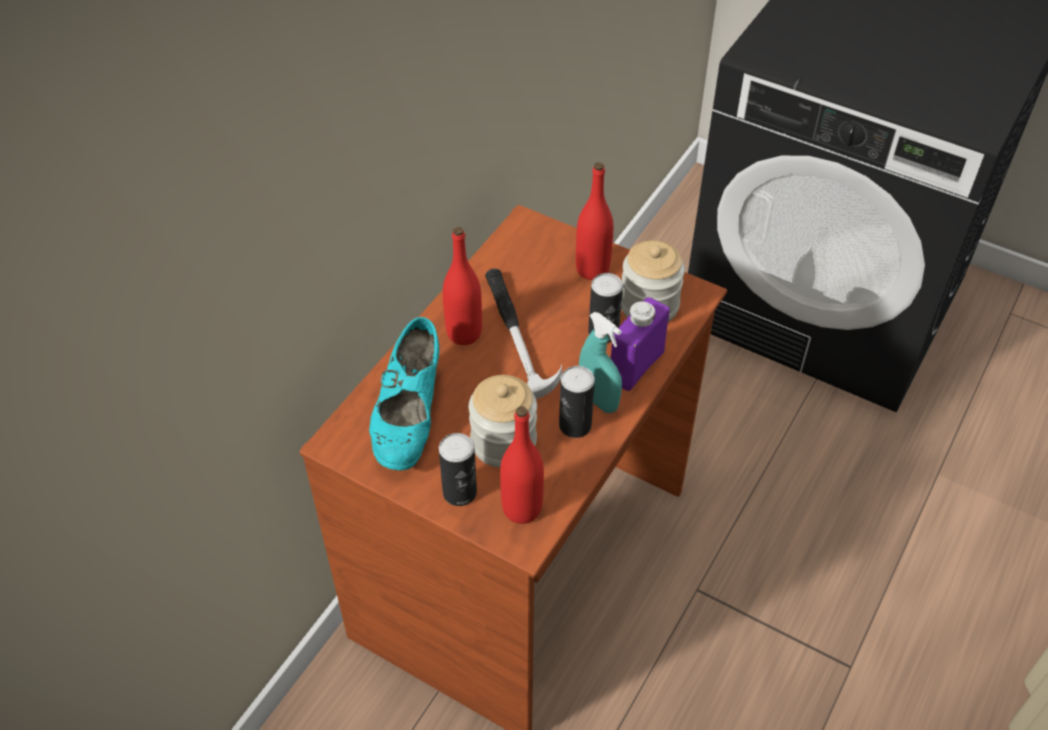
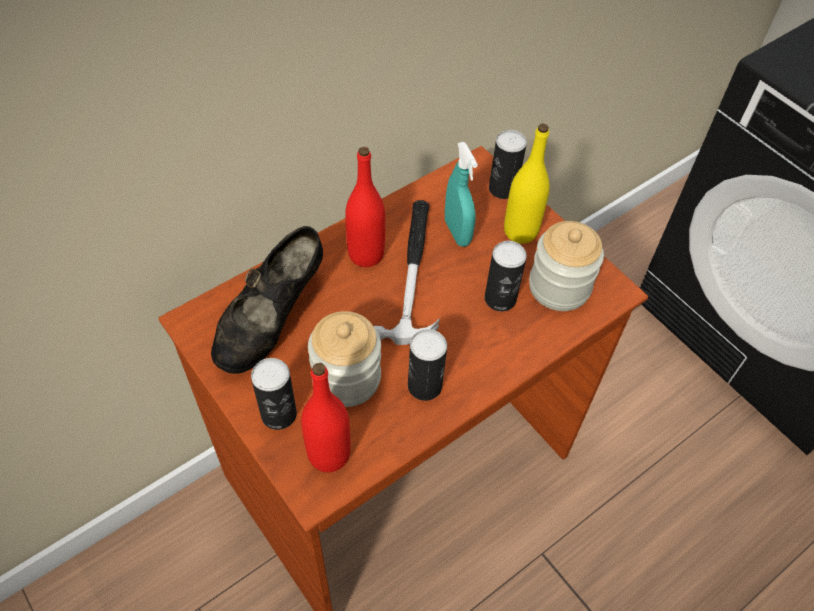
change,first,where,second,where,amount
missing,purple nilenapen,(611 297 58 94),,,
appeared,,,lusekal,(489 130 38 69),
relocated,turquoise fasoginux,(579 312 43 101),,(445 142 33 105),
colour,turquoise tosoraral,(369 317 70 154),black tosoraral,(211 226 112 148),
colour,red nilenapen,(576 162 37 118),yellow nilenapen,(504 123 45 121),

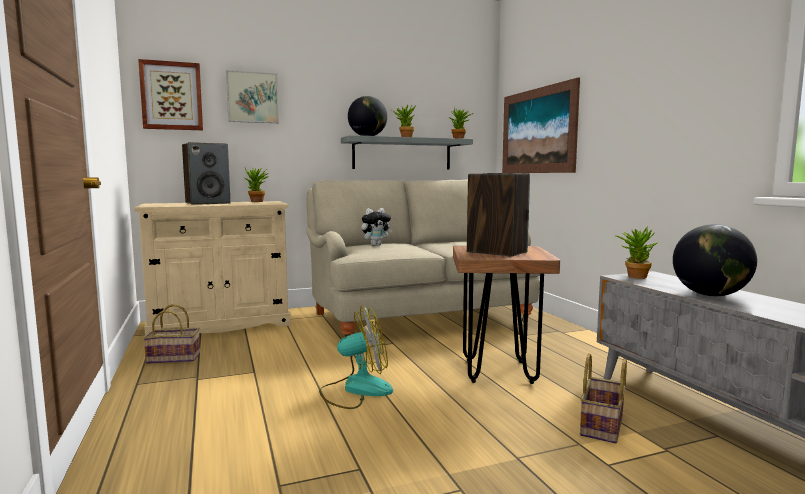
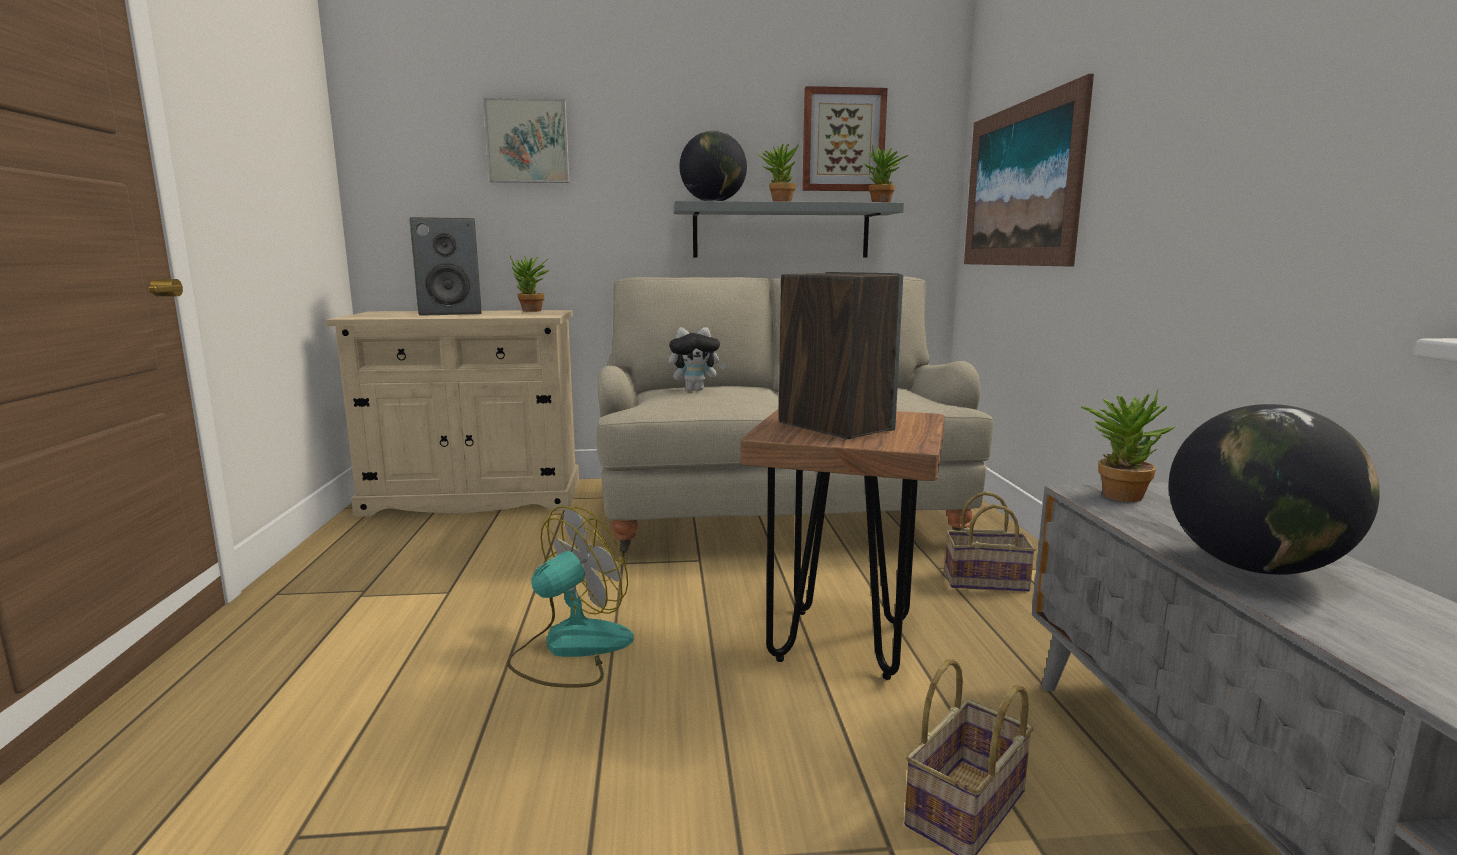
change,first,where,second,where,amount
relocated,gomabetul,(138 59 65 71),,(802 86 86 105),
relocated,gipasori,(143 304 57 60),,(944 492 92 100),
spun,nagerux,(319 306 74 103),,(507 506 127 182),45 degrees counterclockwise

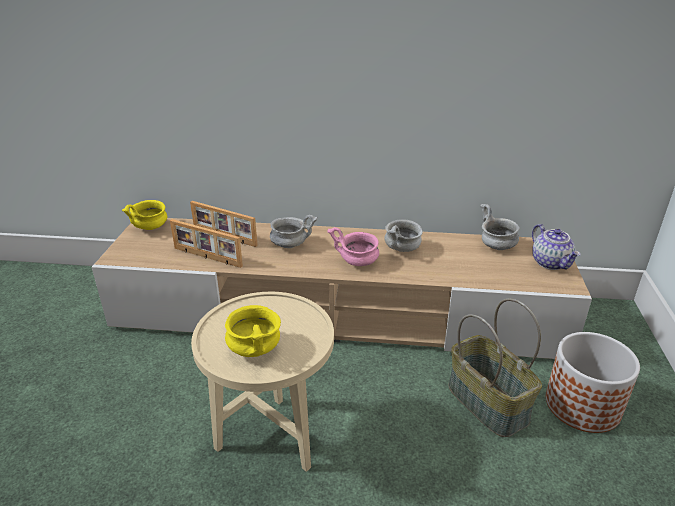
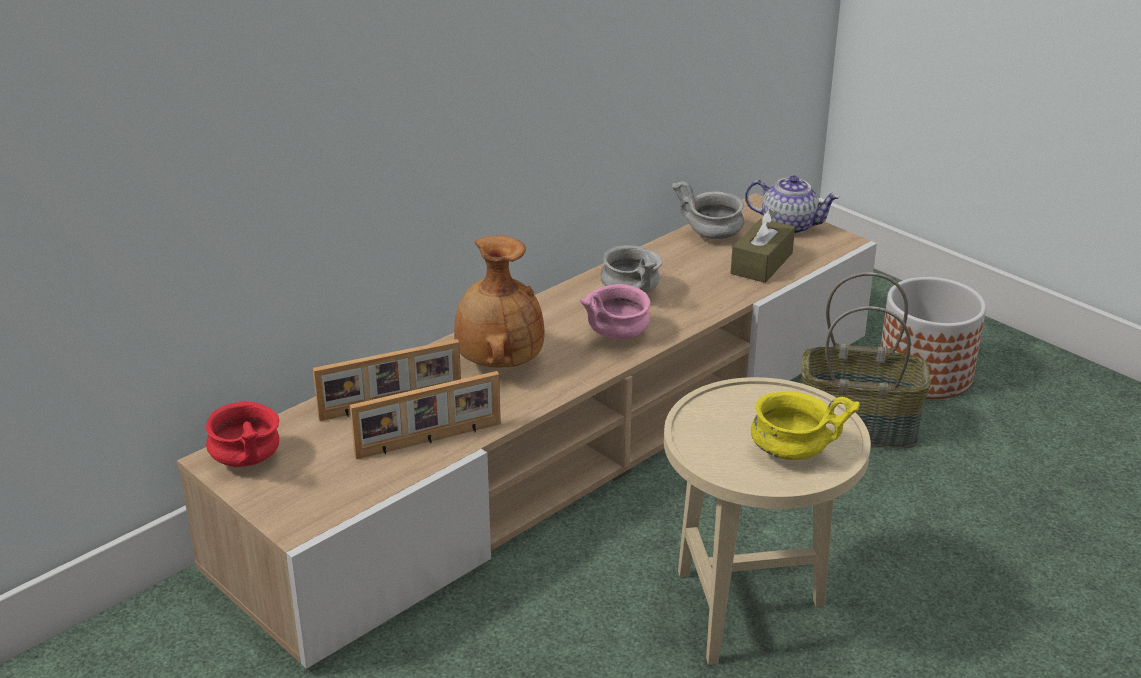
change,first,where,second,where,amount
appeared,,,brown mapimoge,(731 209 64 74),
exchanged,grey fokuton,(270 215 48 33),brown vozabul,(454 235 90 133),
colour,yellow fokuton,(122 200 45 30),red fokuton,(206 402 73 65),

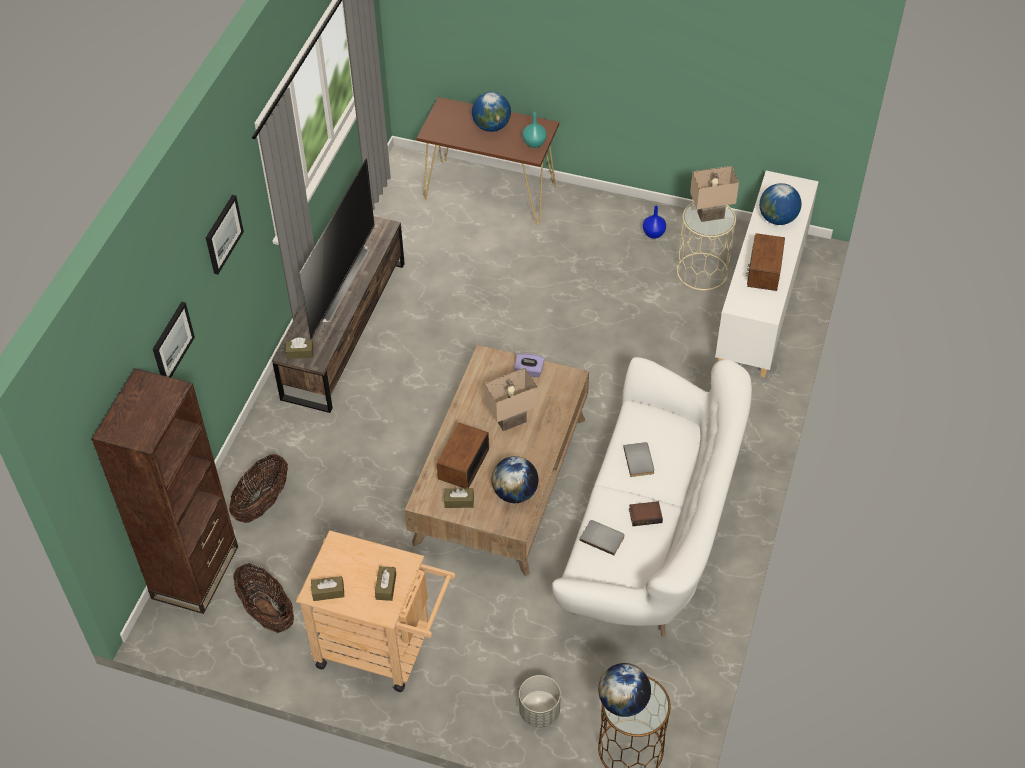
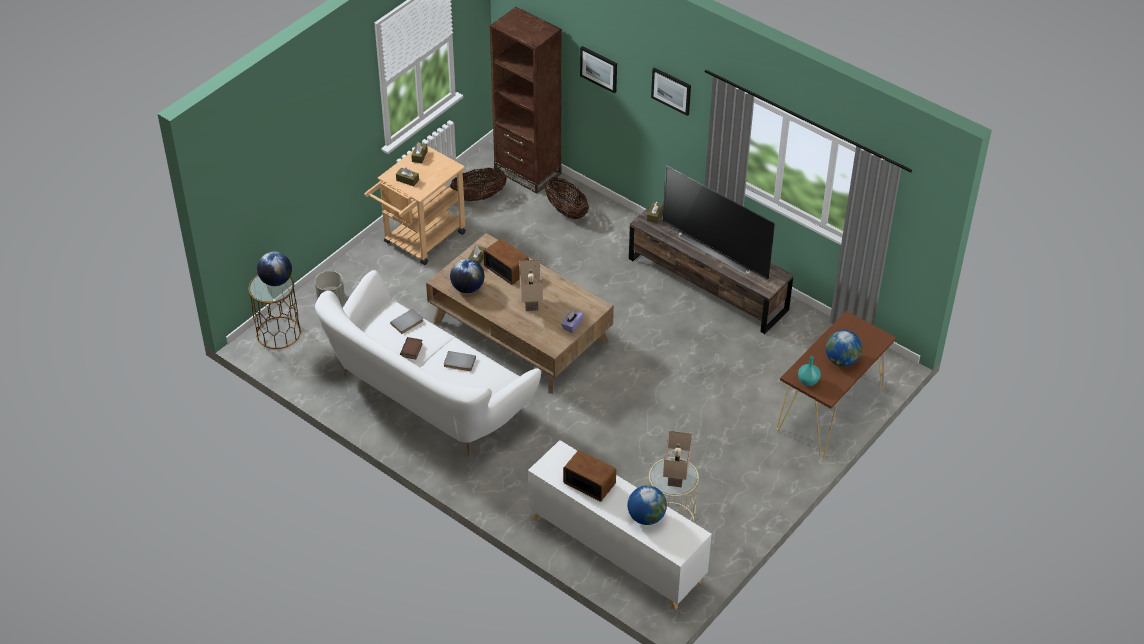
change,first,where,second,where,amount
missing,blue vozabul,(643 206 23 33),,,

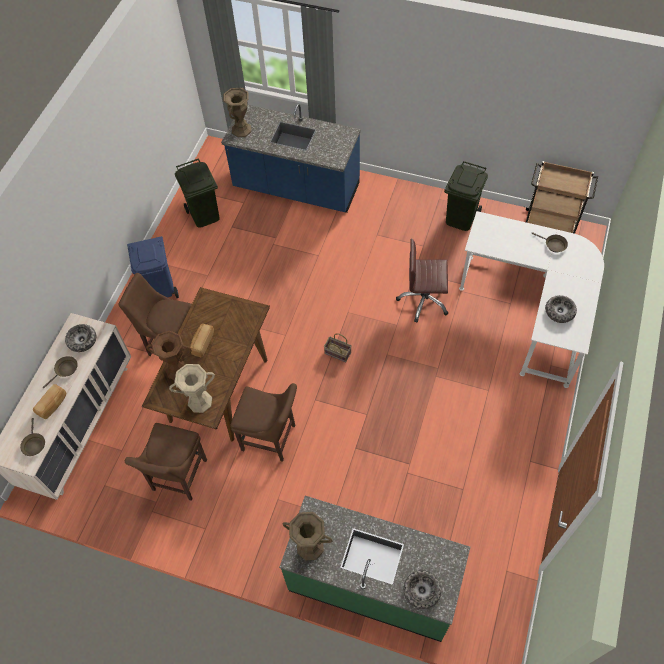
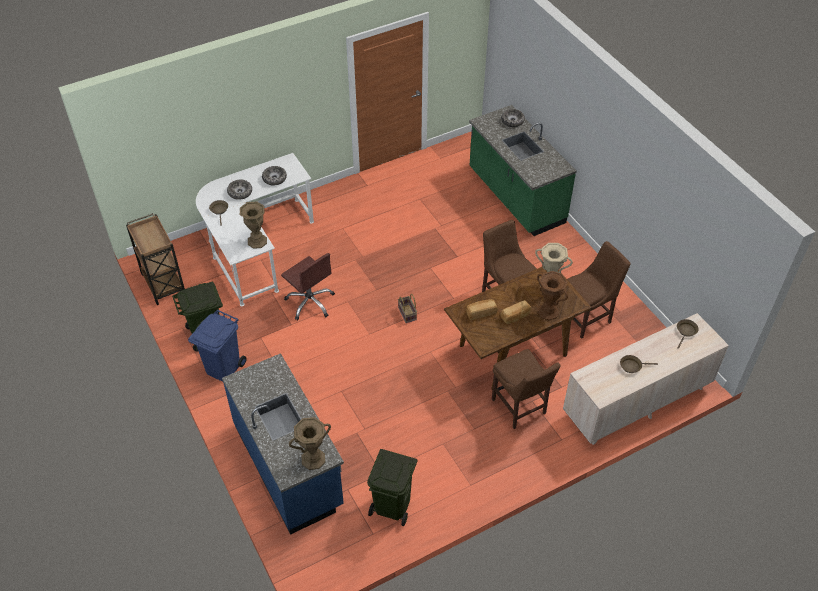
change,first,where,second,where,amount
relocated,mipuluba,(33 384 33 35),,(466 299 32 21),
relocated,fokuton,(65 324 31 28),,(227 179 25 21),
relocated,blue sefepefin,(127 236 52 62),,(188 310 59 71),
relocated,brown vozabul,(283 512 50 49),,(240 202 27 47),

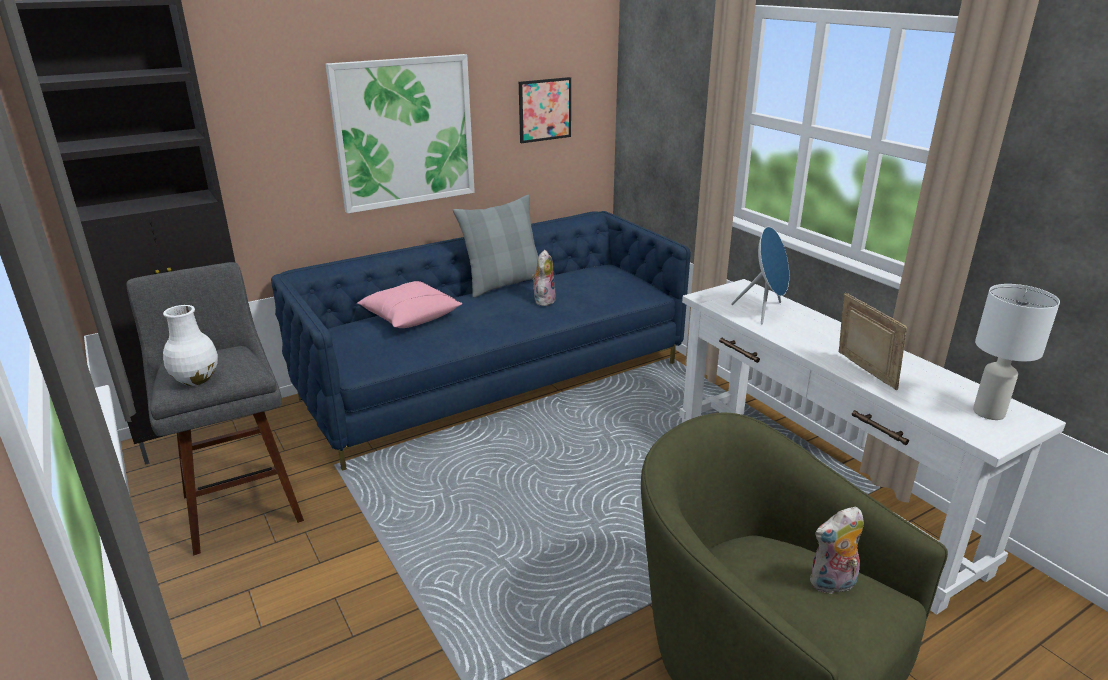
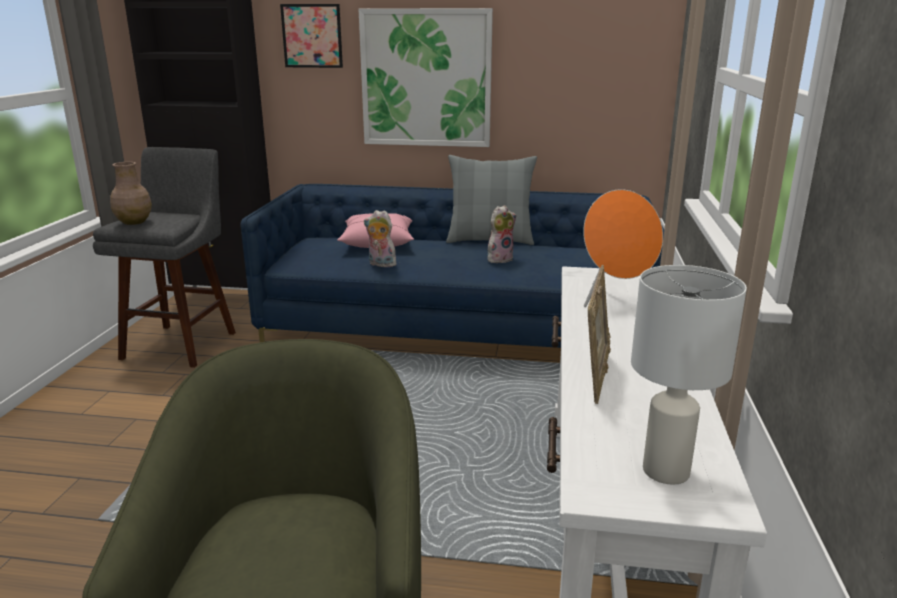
change,first,where,second,where,amount
relocated,gomabetul,(519 77 52 66),,(280 4 63 64),
relocated,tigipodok,(810 507 54 87),,(364 210 33 57),
colour,white vozabul,(163 305 55 81),brown vozabul,(110 162 42 63),
colour,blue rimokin,(731 227 58 98),orange rimokin,(583 189 80 118),

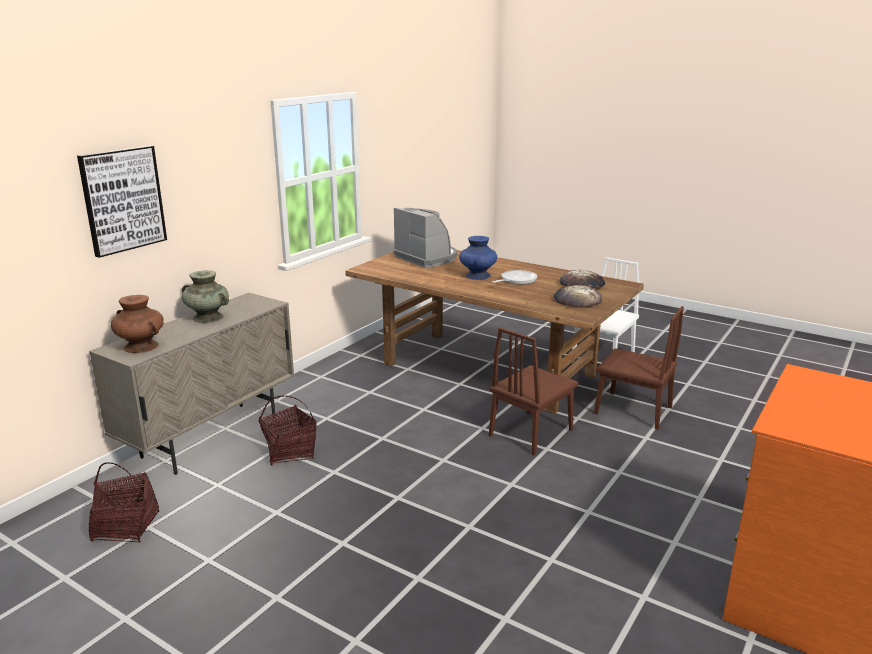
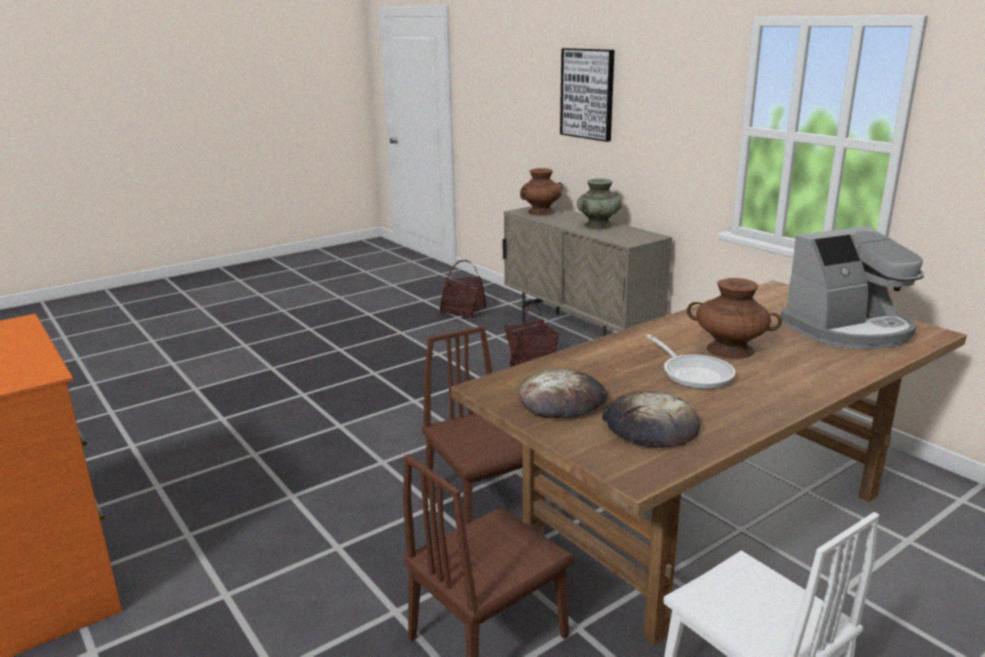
change,first,where,second,where,amount
colour,blue vozabul,(459 236 38 44),brown vozabul,(687 278 95 81),

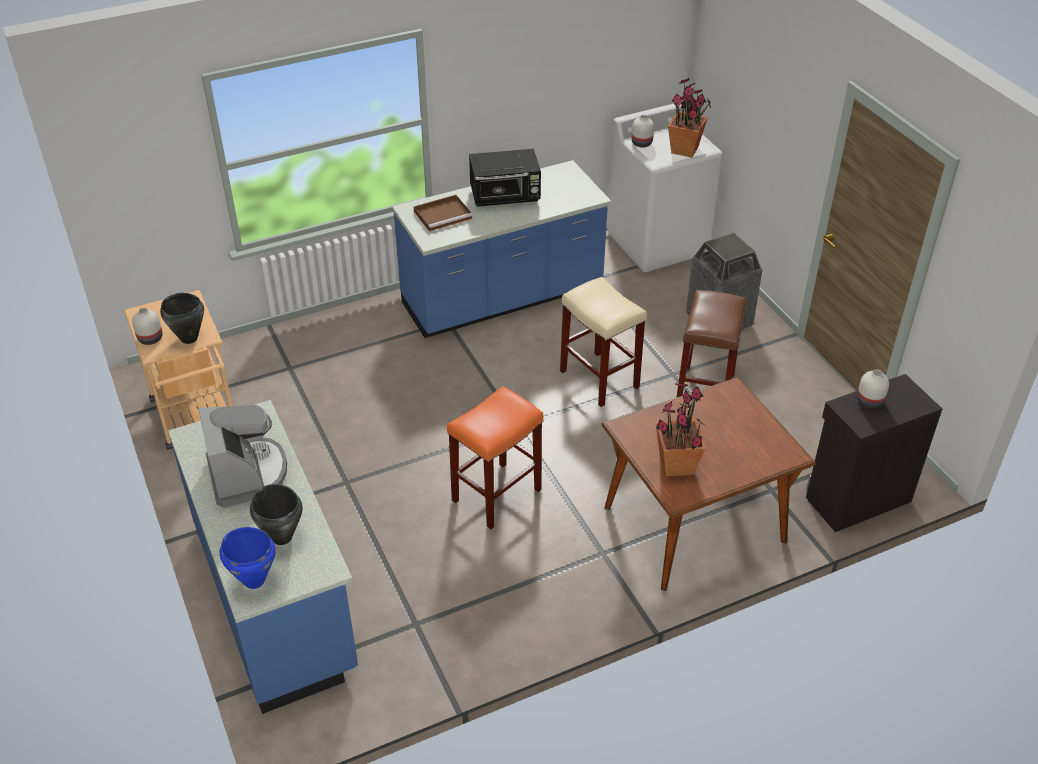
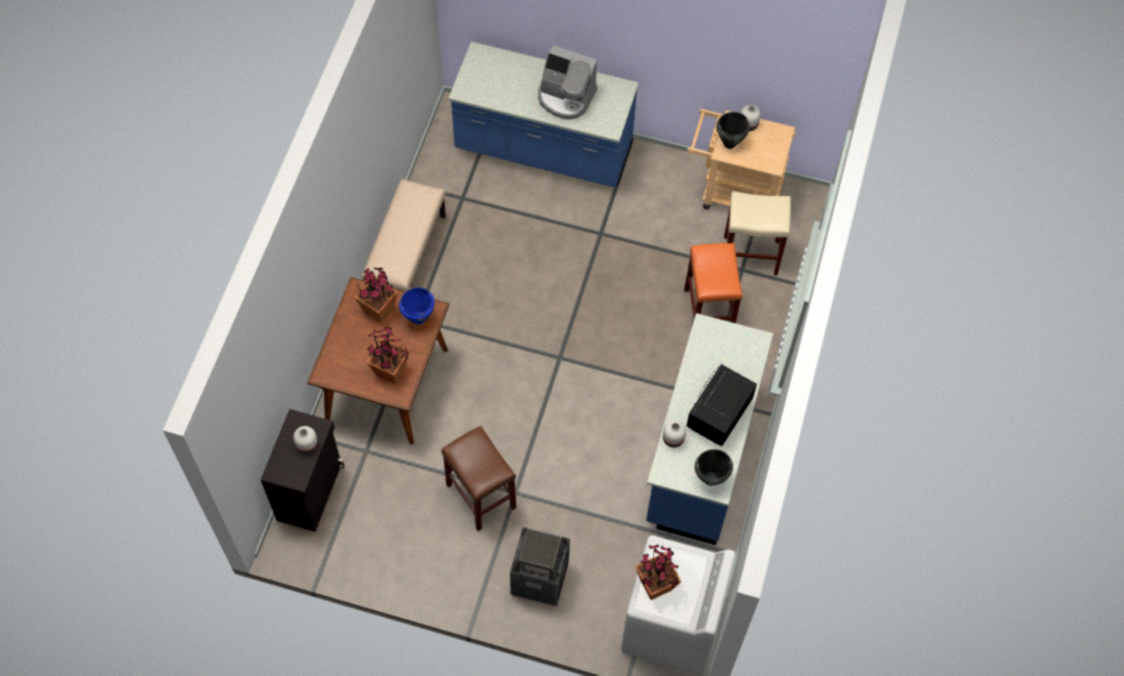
change,first,where,second,where,amount
missing,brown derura,(414 195 58 36),,,
appeared,,,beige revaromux,(362 179 84 113),
appeared,,,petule,(367 326 43 58),
relocated,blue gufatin,(220 527 56 62),,(399 287 36 37),
relocated,black gufatin,(250 484 52 61),,(695 449 38 37),
relocated,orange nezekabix,(447 386 97 143),,(684 243 58 86),
relocated,beige nezekabix,(560 277 87 130),,(724 191 67 84),
relocated,white vozabul,(632 115 22 33),,(663 420 23 28),

